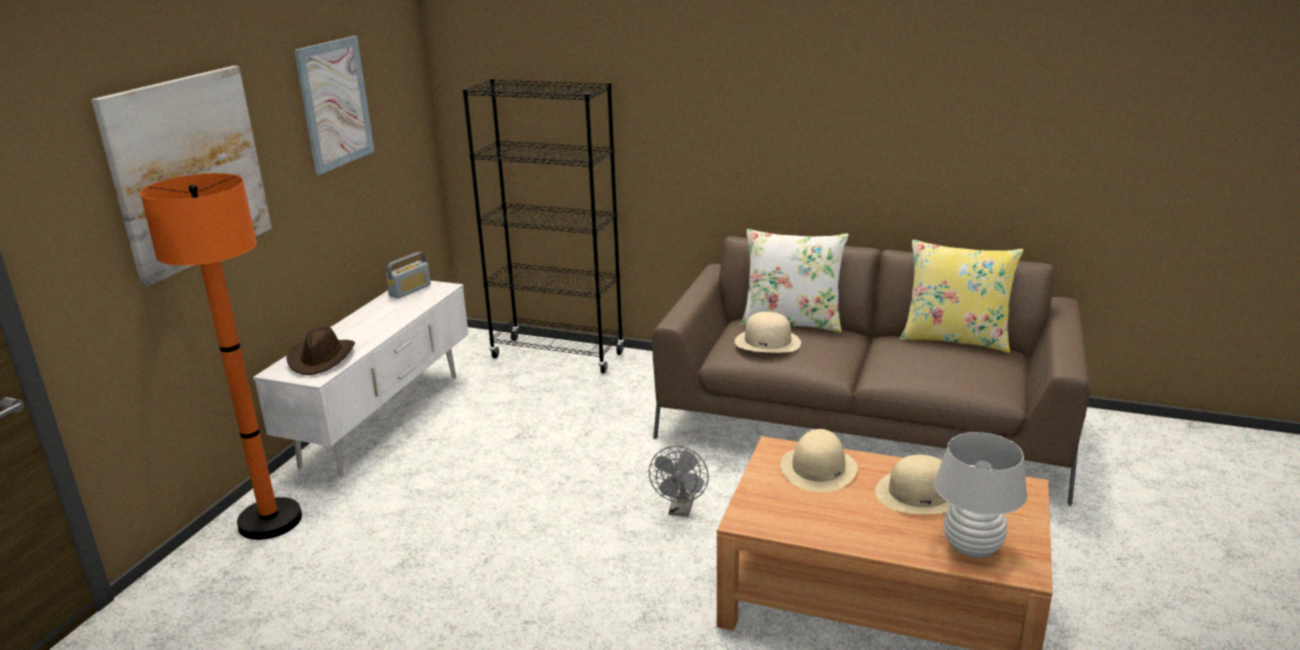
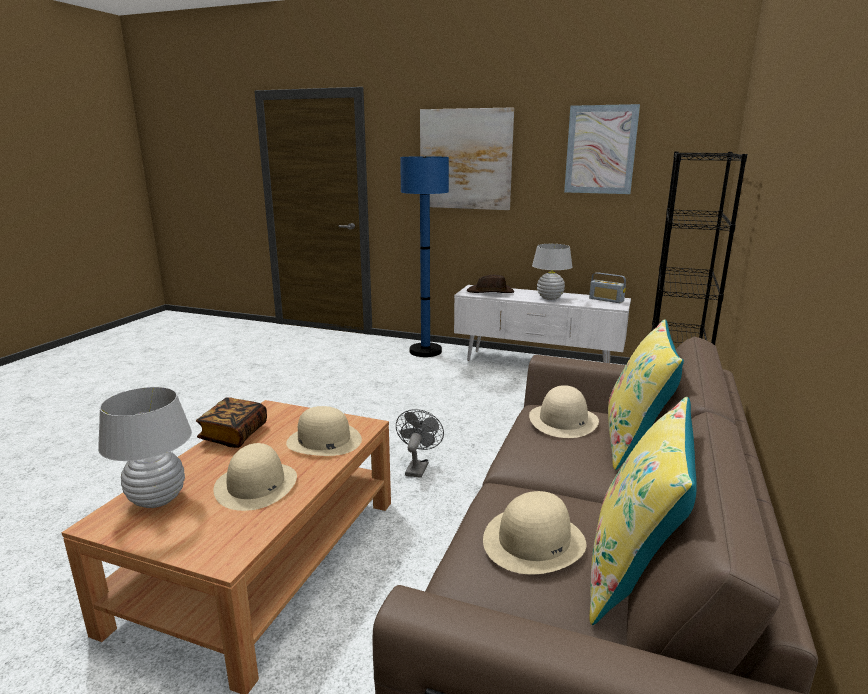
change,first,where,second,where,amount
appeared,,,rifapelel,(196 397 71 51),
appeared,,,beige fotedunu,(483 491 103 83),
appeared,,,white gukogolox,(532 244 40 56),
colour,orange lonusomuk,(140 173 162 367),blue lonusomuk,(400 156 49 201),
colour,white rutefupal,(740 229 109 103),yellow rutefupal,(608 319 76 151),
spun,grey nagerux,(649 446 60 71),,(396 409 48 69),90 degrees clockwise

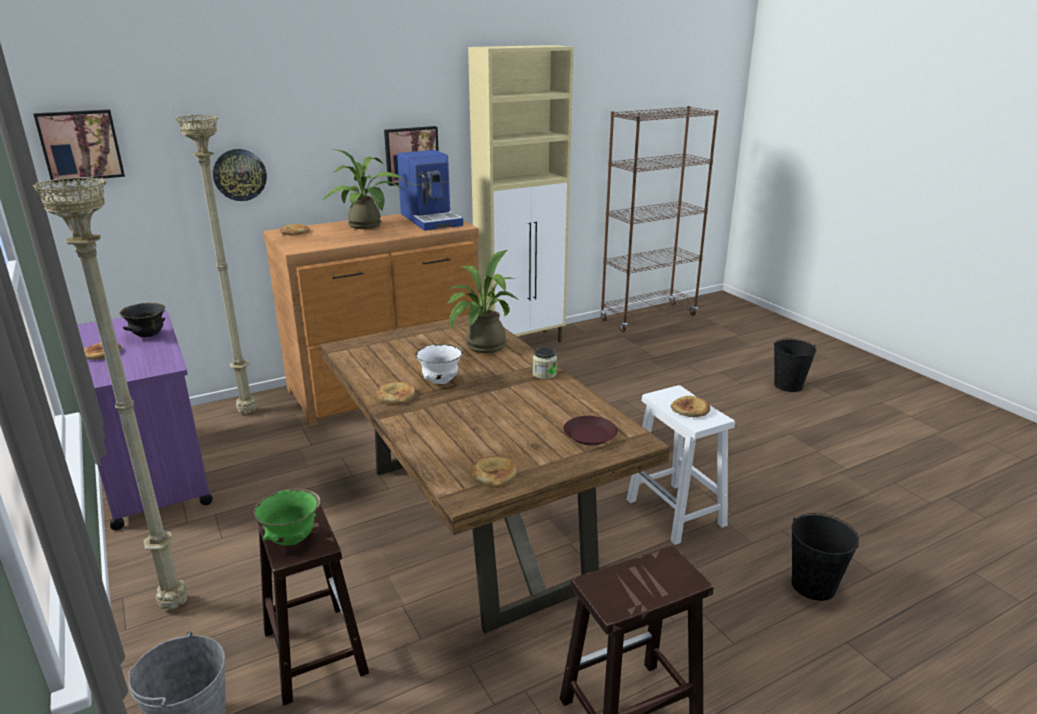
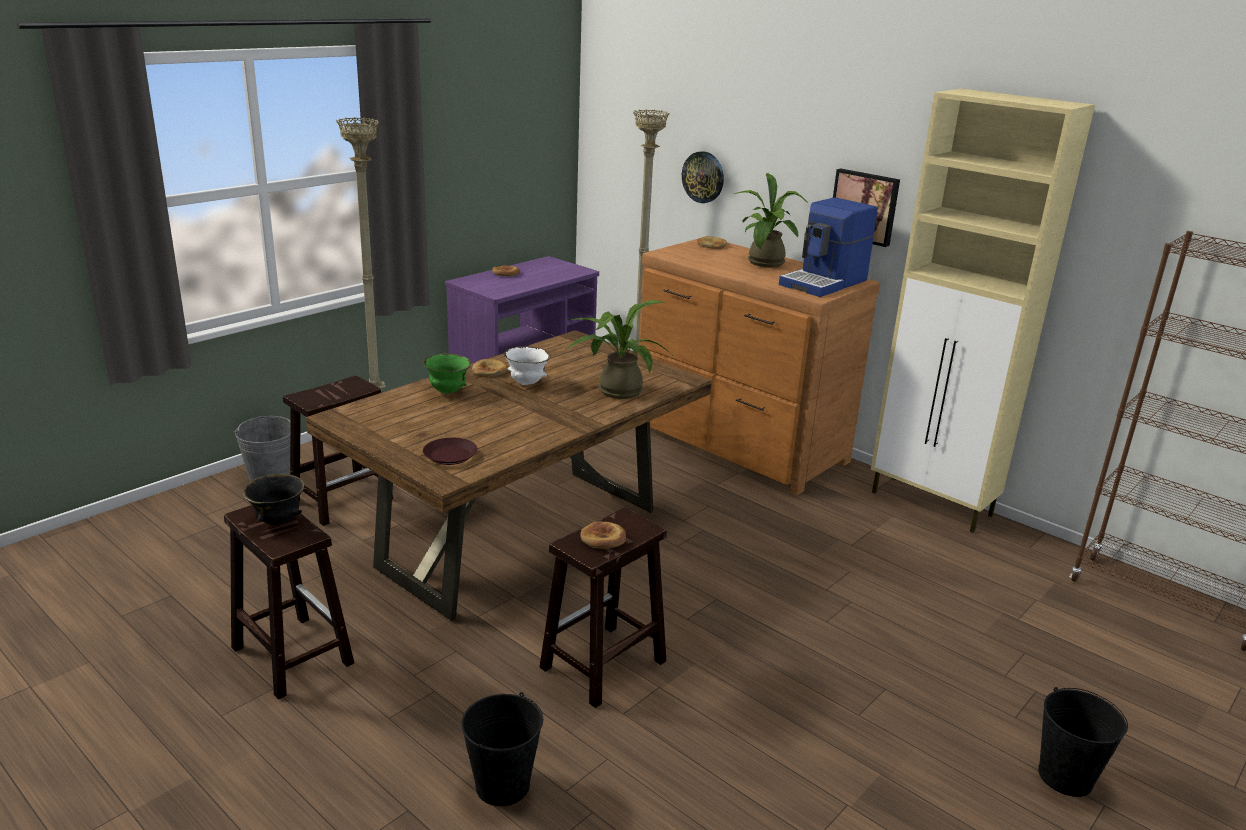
change,first,where,second,where,amount
missing,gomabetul,(34 109 91 74),,,
missing,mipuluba,(470 456 47 32),,,
missing,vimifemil,(533 347 24 32),,,
relocated,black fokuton,(119 302 46 35),,(242 474 63 51),
relocated,green fokuton,(254 489 67 57),,(423 354 48 39),
colour,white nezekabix,(627 385 108 160),brown nezekabix,(540 508 127 200),

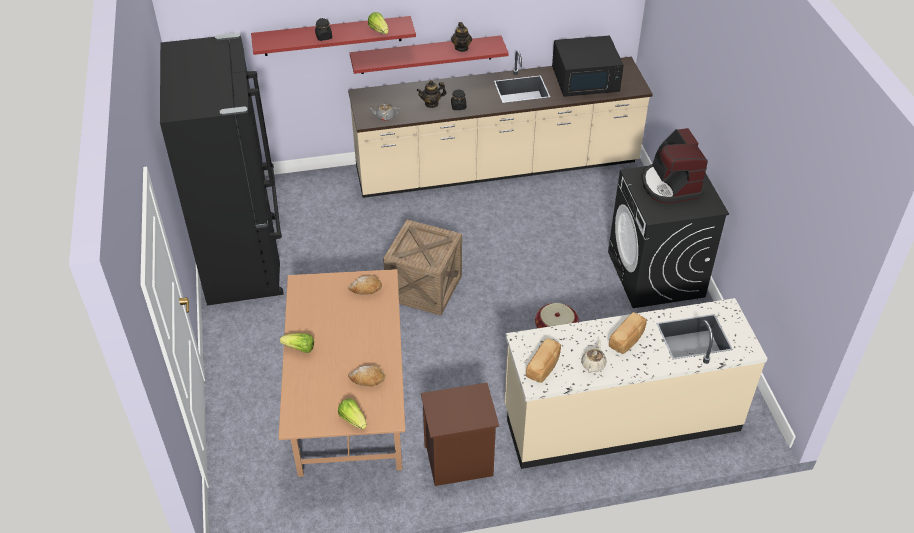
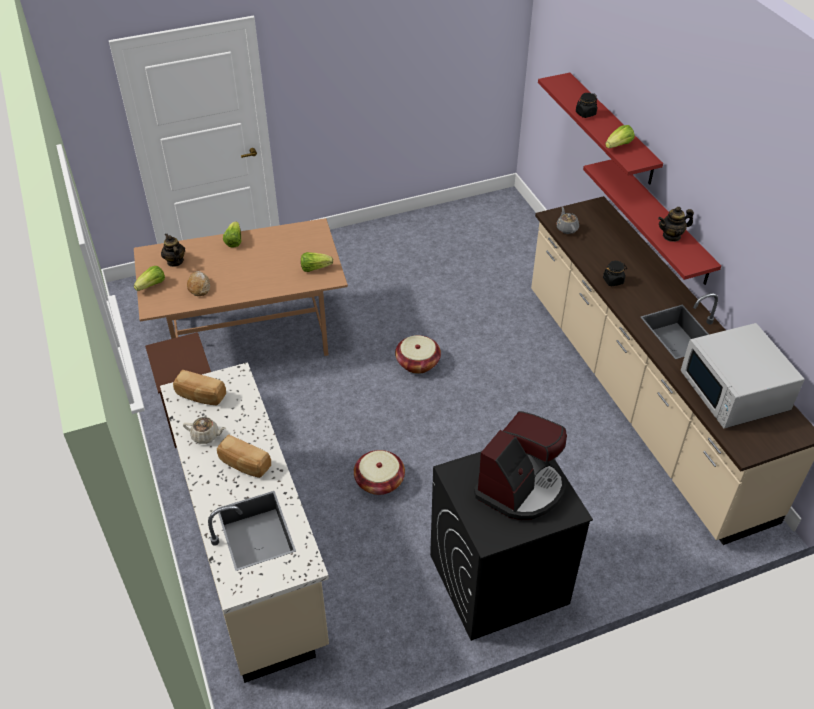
change,first,where,second,where,amount
missing,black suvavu,(160 33 124 273),,,
relocated,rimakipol,(417 81 29 27),,(161 234 24 33),
exchanged,mipuluba,(348 275 34 20),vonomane,(301 252 32 20),
exchanged,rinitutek,(383 220 79 95),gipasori,(395 335 46 39),
colour,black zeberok,(552 36 72 61),white zeberok,(681 323 124 105),
spun,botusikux,(642 128 66 76),,(474 411 93 109),150 degrees clockwise

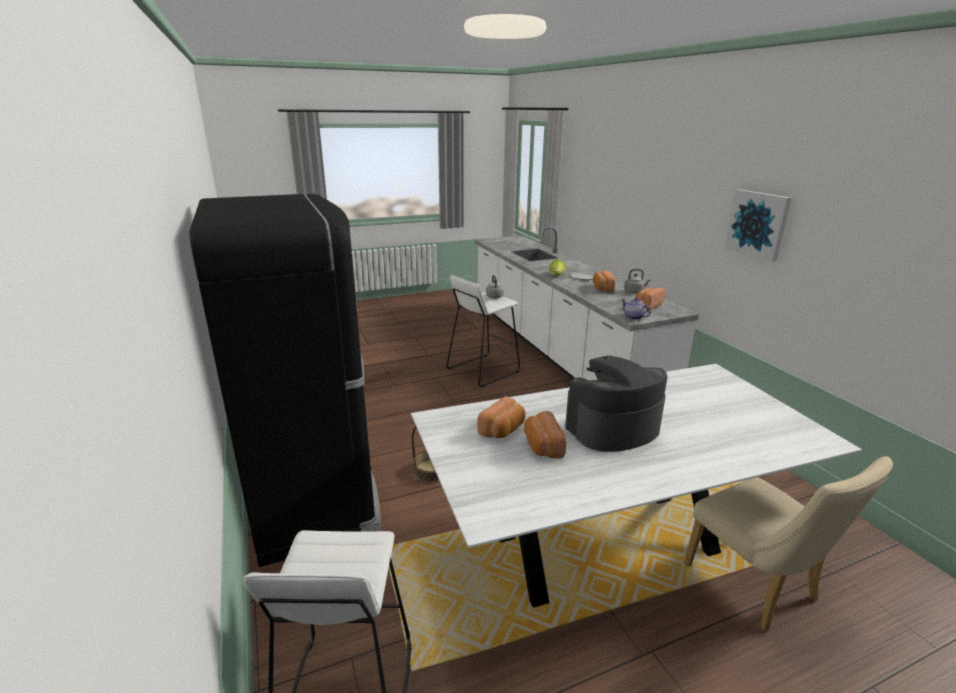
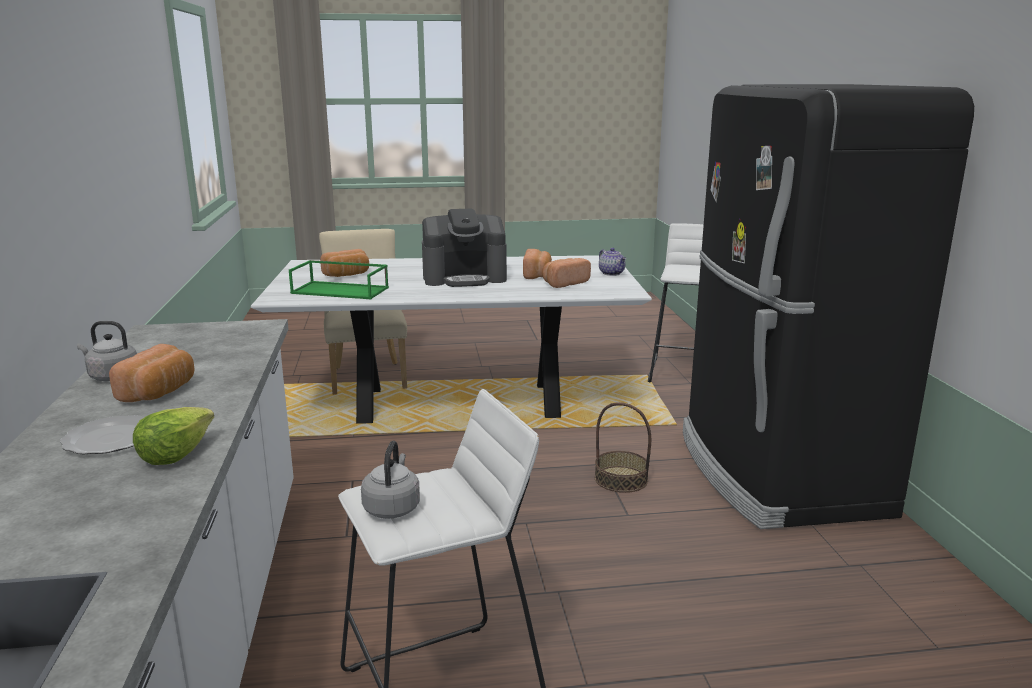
change,first,where,second,where,amount
missing,gomabetul,(725 189 67 72),,,
appeared,,,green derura,(289 260 100 39),
relocated,rimakipol,(621 298 30 22),,(599 248 27 28),
relocated,mipuluba,(635 288 31 22),,(320 249 49 28),

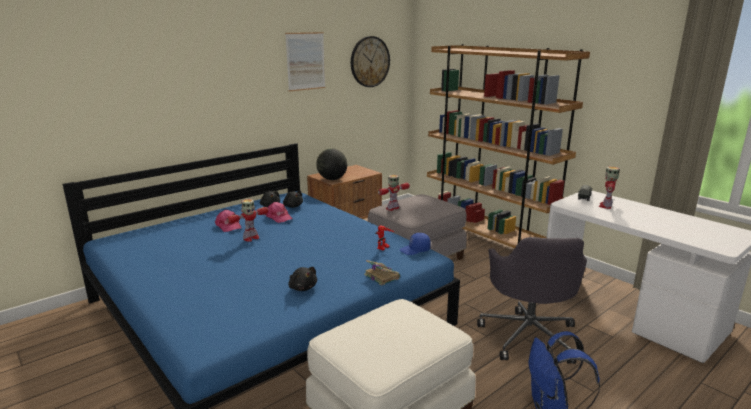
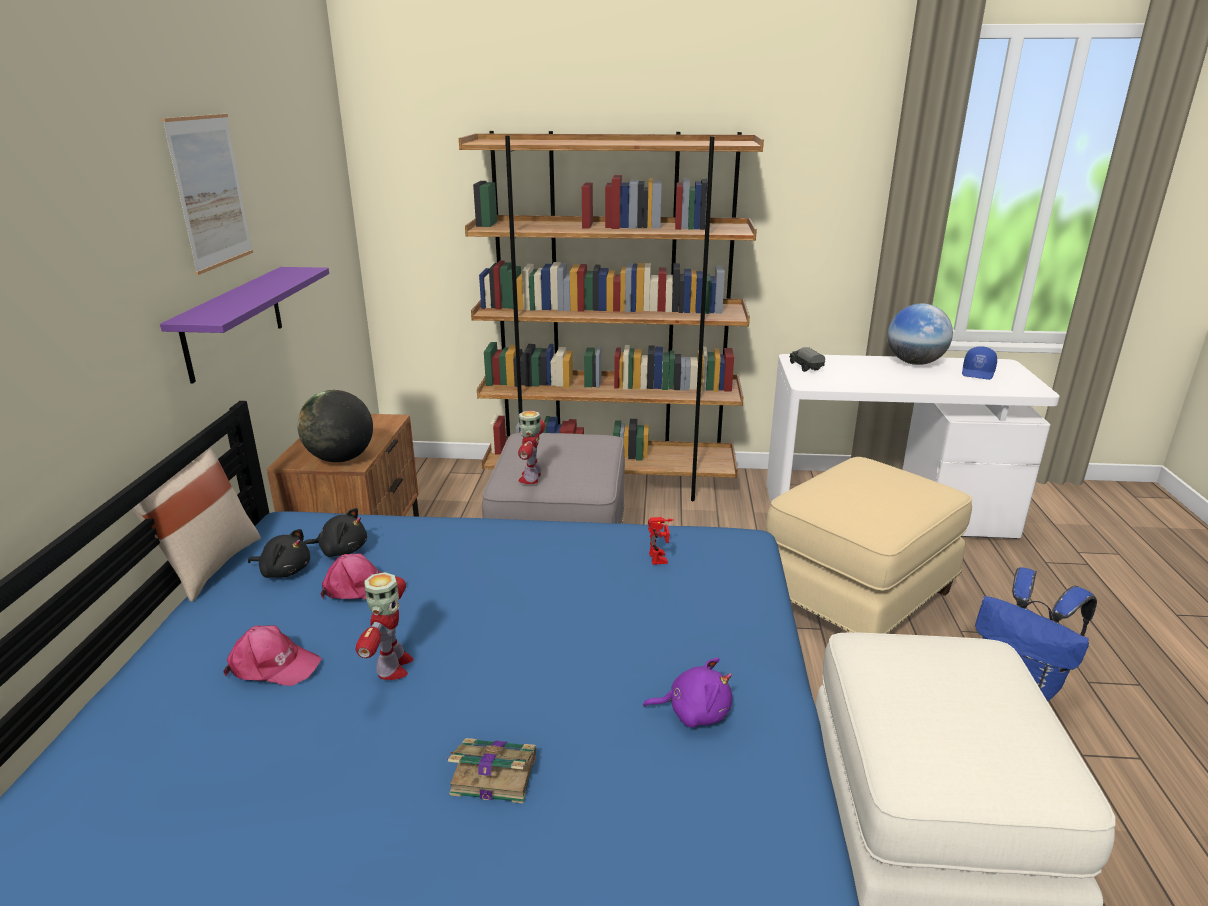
change,first,where,second,where,amount
missing,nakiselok,(351 36 39 51),,,
missing,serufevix,(599 167 21 42),,,
appeared,,,beige rutefupal,(132 447 129 155),
appeared,,,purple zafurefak,(160 267 169 117),
appeared,,,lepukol,(888 304 65 61),
relocated,rifapelel,(364 260 36 26),,(448 738 88 65),
relocated,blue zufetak,(400 233 31 22),,(962 346 35 34),
exchanged,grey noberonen,(477 237 110 127),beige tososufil,(766 457 206 177),
colour,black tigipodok,(288 267 29 24),purple tigipodok,(643 658 89 70),

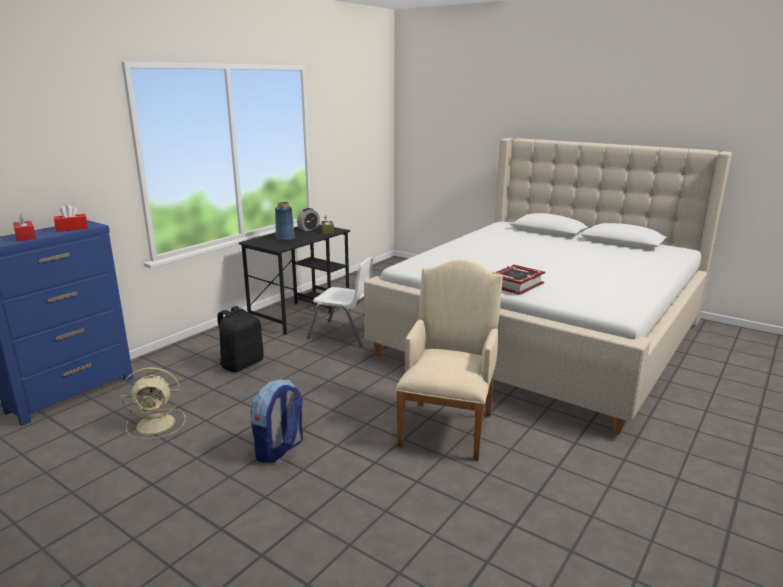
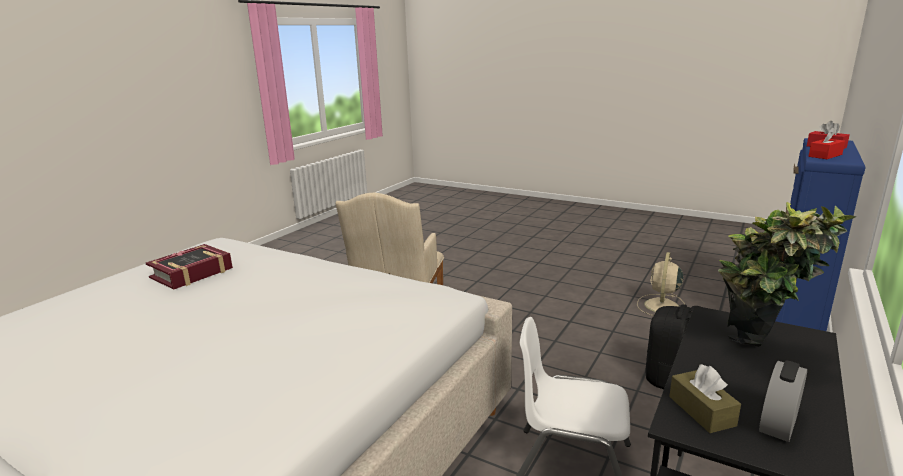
change,first,where,second,where,amount
missing,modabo,(250 379 53 84),,,
relocated,rifapelel,(492 265 53 30),,(146 244 87 46),
exchanged,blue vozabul,(275 202 20 39),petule,(718 202 138 145),
spun,beige nagerux,(120 367 65 72),,(637 252 48 64),45 degrees counterclockwise

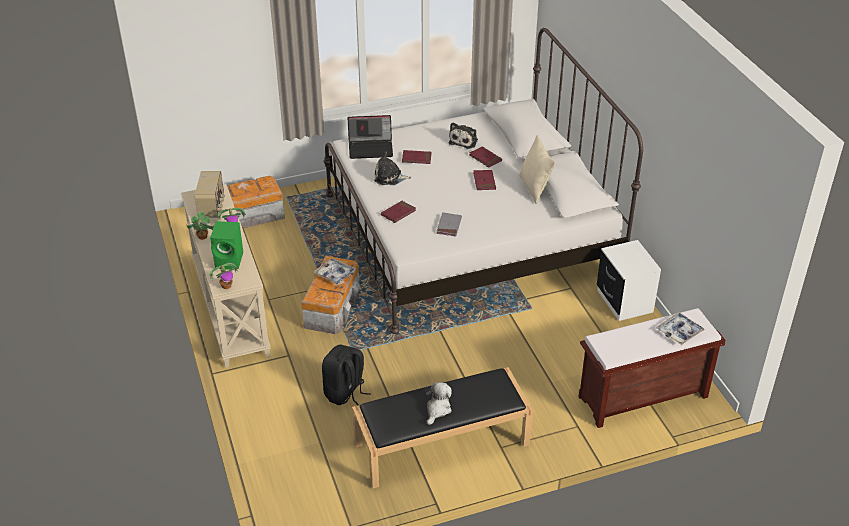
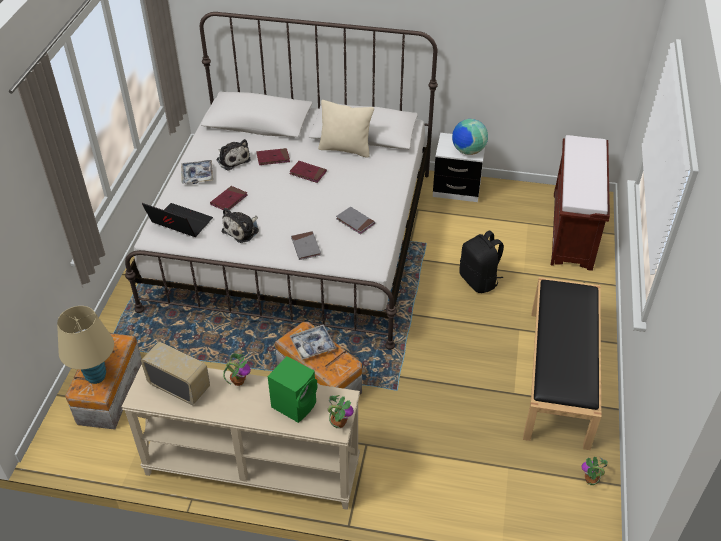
change,first,where,second,where,amount
missing,tigipodok,(426 382 26 43),,,
appeared,,,beige gukogolox,(57 306 57 78),
appeared,,,lepukol,(452 119 36 36),
relocated,petule,(186 212 28 28),,(581 456 27 29),
relocated,black modabo,(322 345 49 60),,(459 231 45 62),
relocated,derura,(656 312 49 33),,(181 160 32 24),
colour,red rifapelel,(381 201 35 22),grey rifapelel,(291 231 30 29),
spun,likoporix,(347 115 46 44),,(142 203 71 34),90 degrees counterclockwise

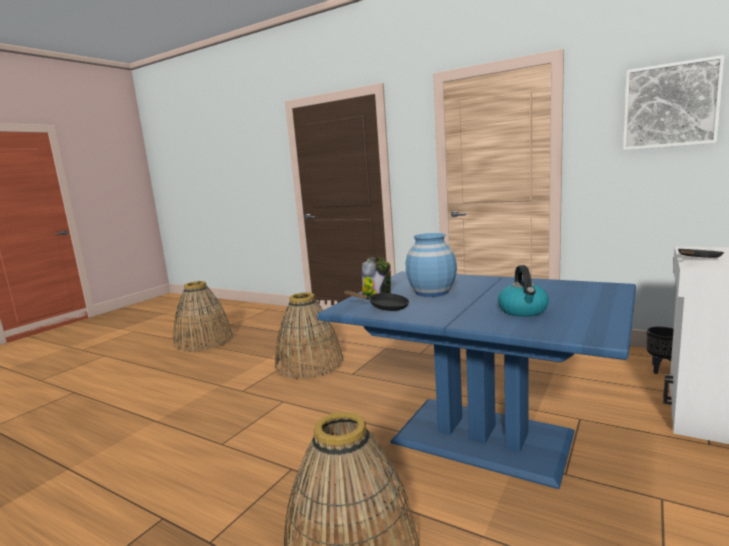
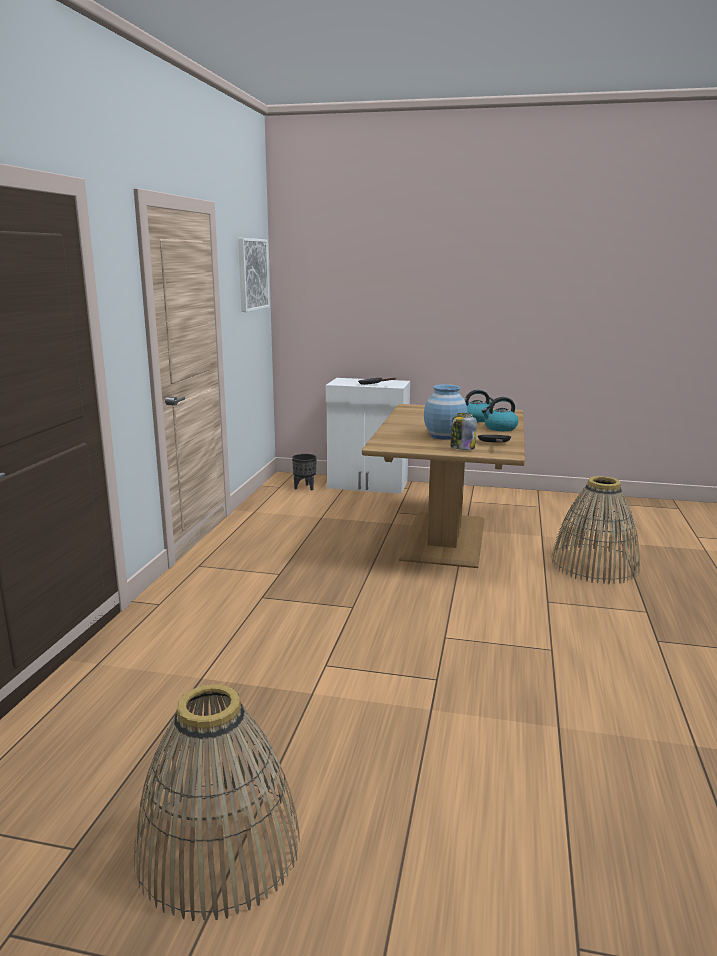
change,first,where,second,where,amount
missing,gipasori,(275 292 68 87),,,
appeared,,,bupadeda,(482 397 36 34),
colour,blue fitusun,(318 271 318 218),brown fitusun,(362 404 163 164),

